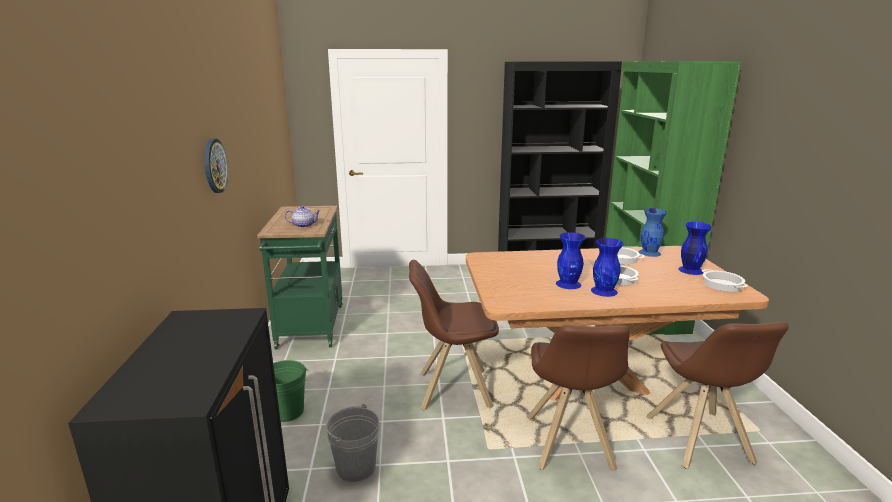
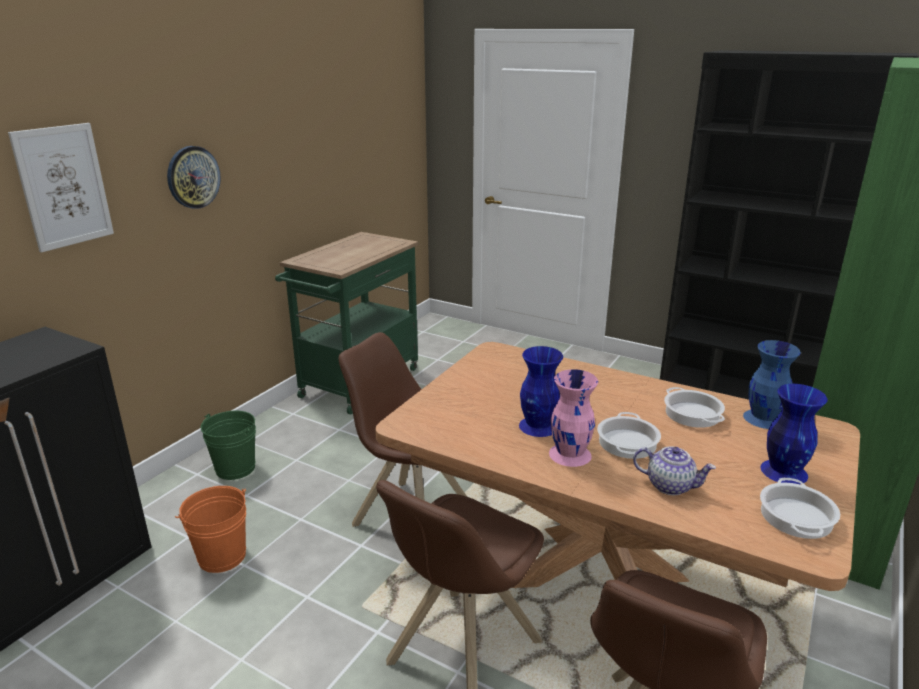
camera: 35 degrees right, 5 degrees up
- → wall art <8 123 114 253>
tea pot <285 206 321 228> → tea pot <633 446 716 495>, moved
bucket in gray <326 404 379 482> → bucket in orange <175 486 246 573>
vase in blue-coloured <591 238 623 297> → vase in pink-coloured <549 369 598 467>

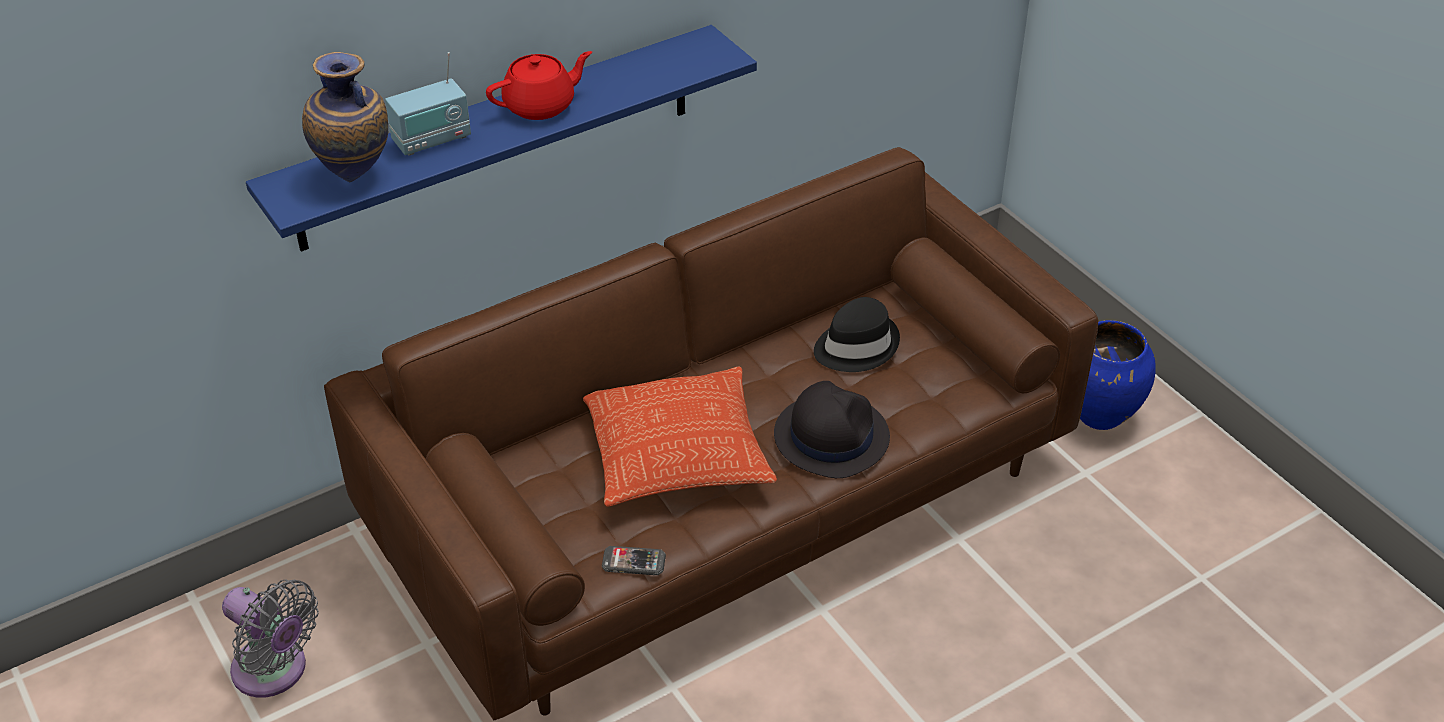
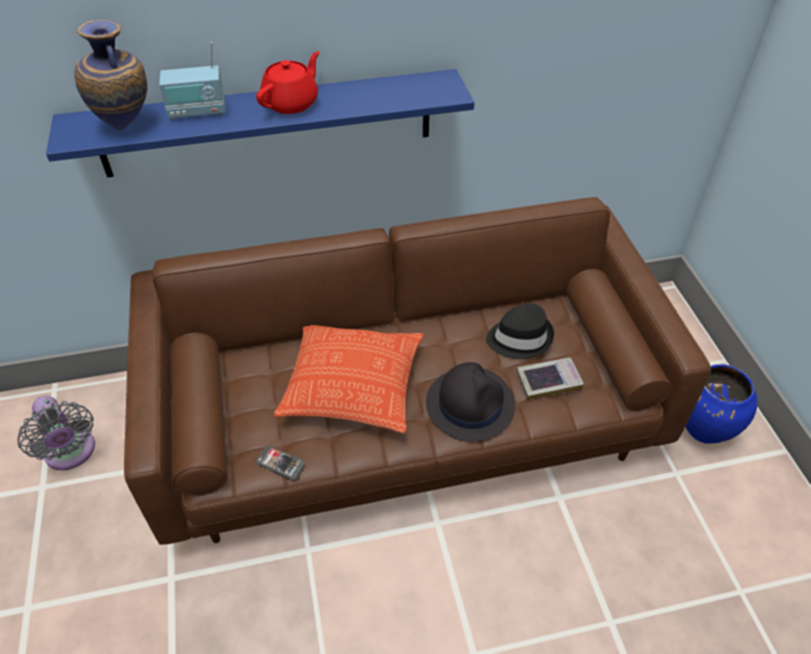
camera: 20 degrees right, 5 degrees up
- → volume <516 358 584 400>
tea pot in reddish <486 51 592 120> → tea pot in reddish <256 51 319 114>, 45 degrees counterclockwise

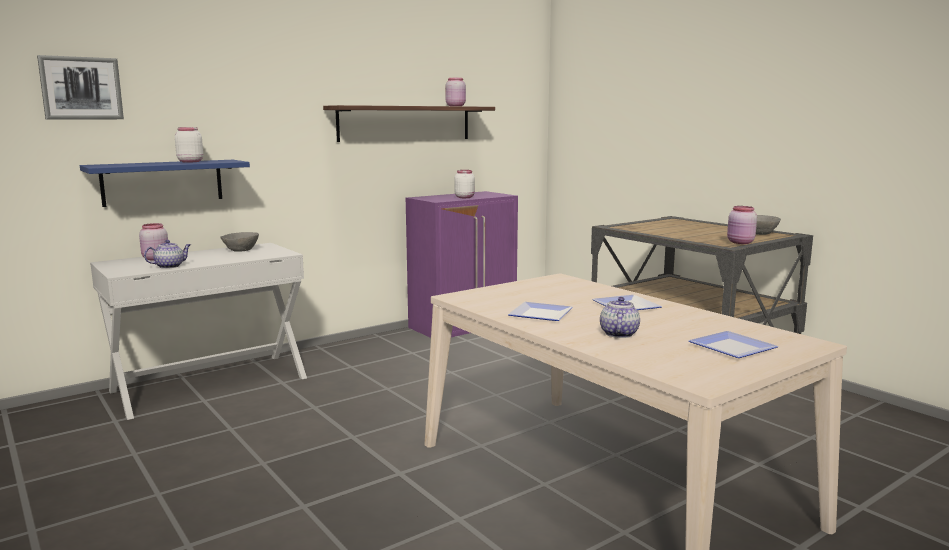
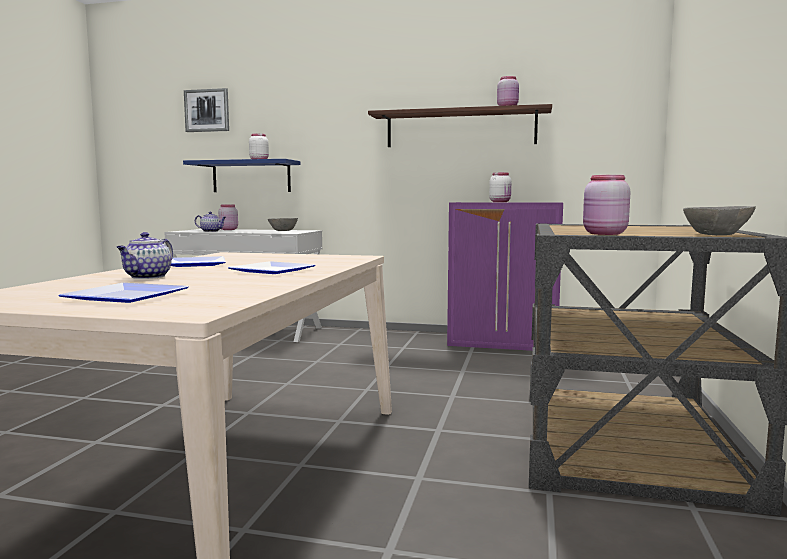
camera: 50 degrees right, 5 degrees down
tea pot <600 297 640 338> → tea pot <117 232 173 279>, 135 degrees clockwise

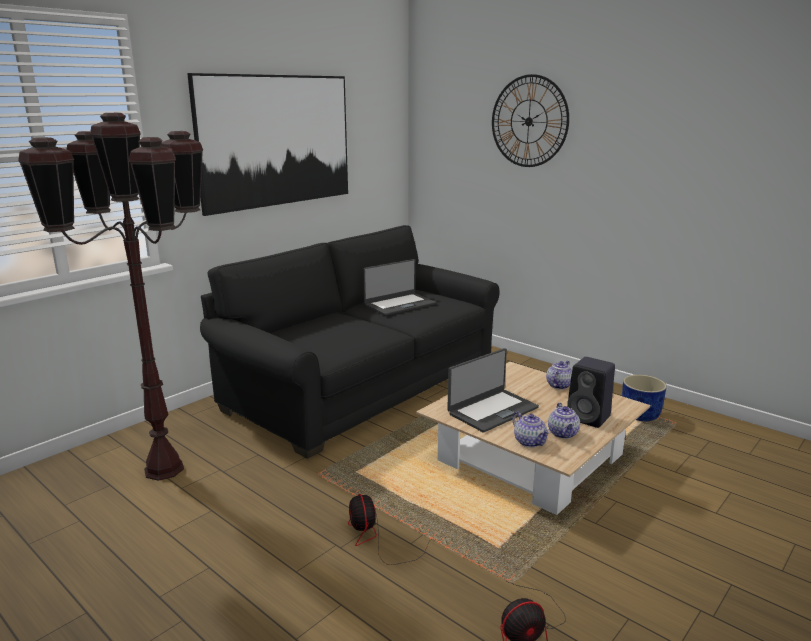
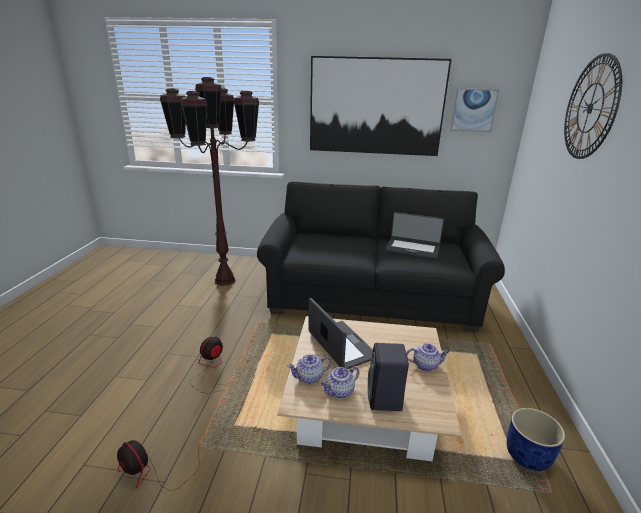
camera: 55 degrees right, 5 degrees up
- → wall art <450 88 499 132>
notebook computer <447 348 539 433> → notebook computer <308 298 373 369>, 135 degrees counterclockwise
tea pot <512 412 551 448> → tea pot <287 354 331 384>, 45 degrees clockwise

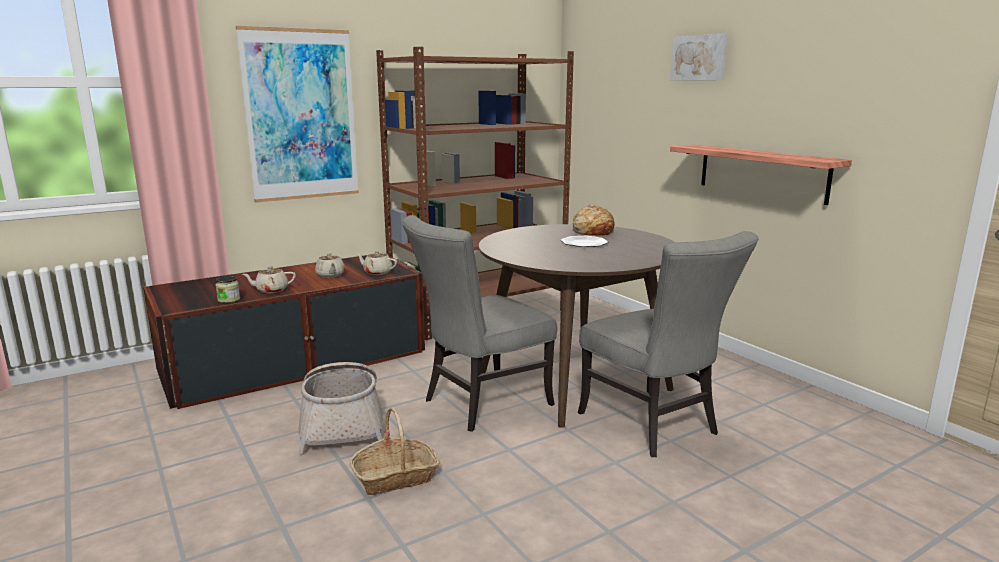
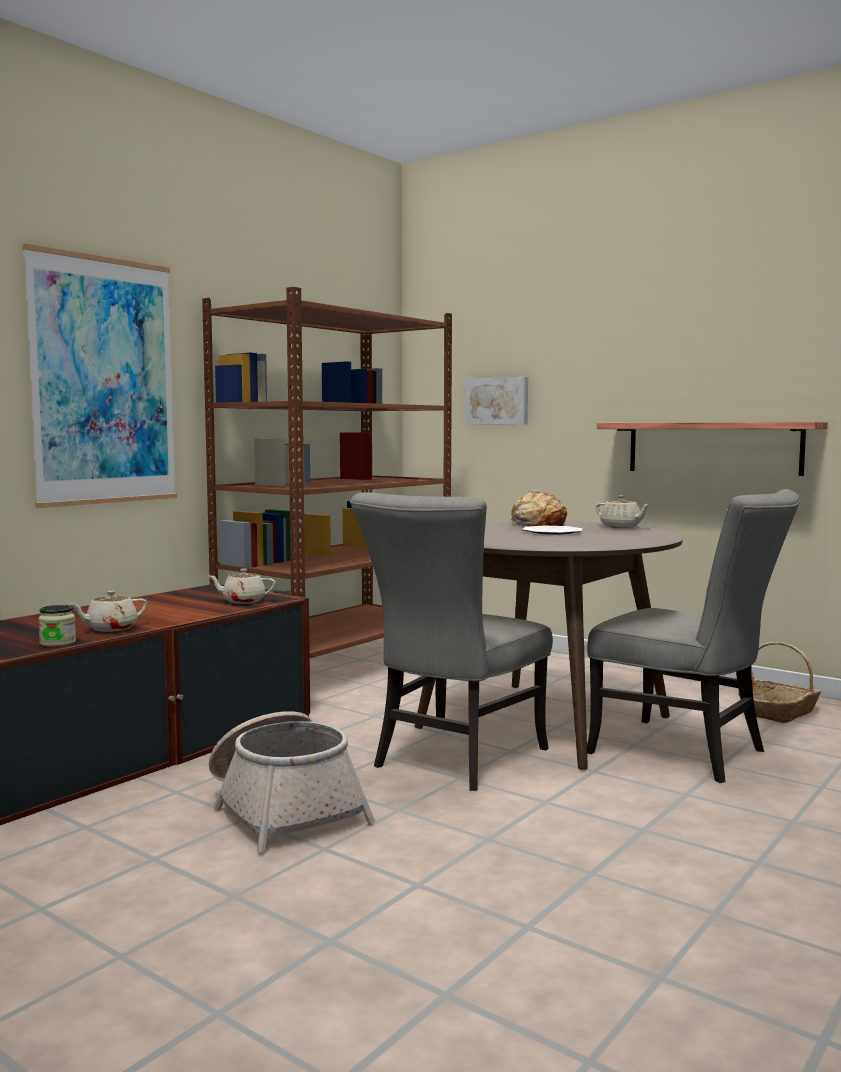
camera: 20 degrees left, 10 degrees down
tea pot in sand-coloured <315 253 345 278> → tea pot in sand-coloured <596 495 651 528>, moved
household basket <350 407 440 495> → household basket <738 642 821 723>, moved
wall art <670 34 728 80> → wall art <466 377 528 425>, moved

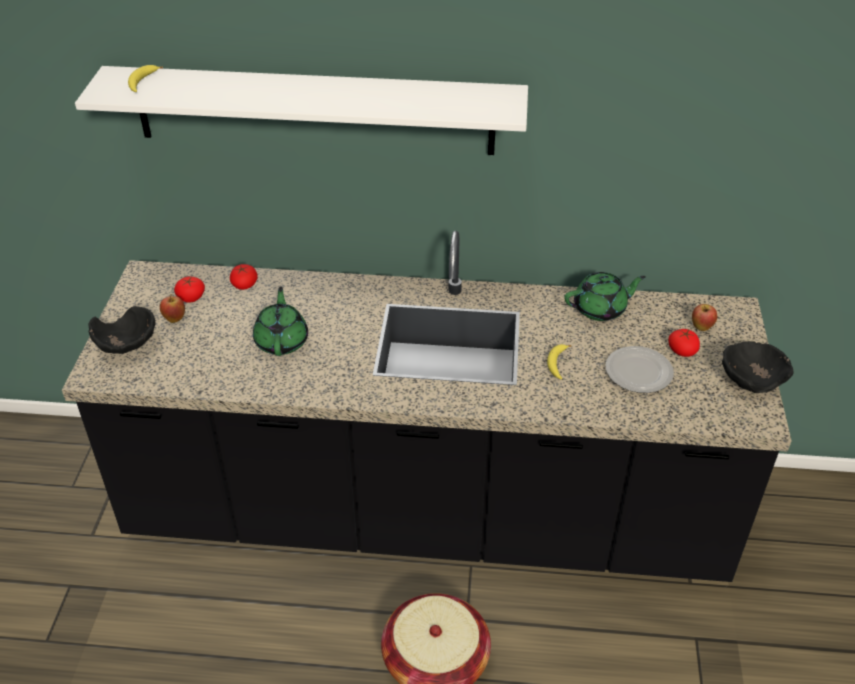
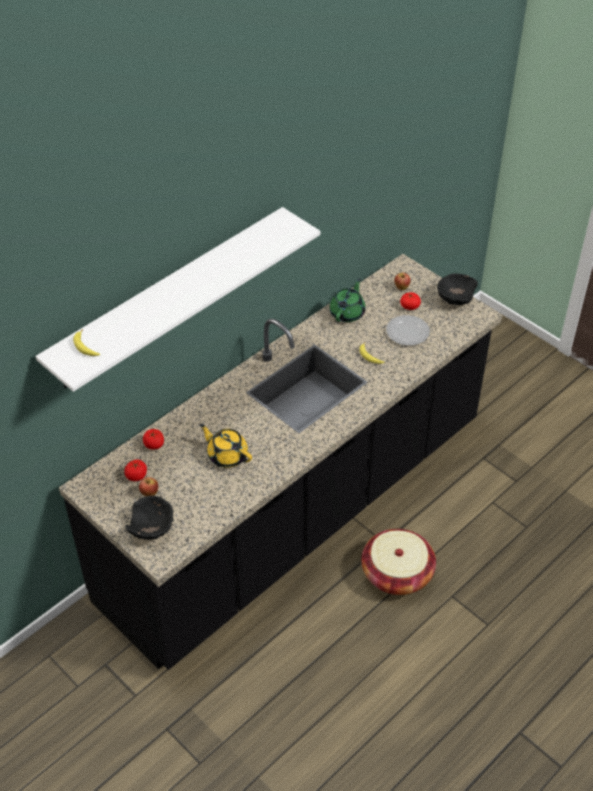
camera: 50 degrees left, 5 degrees up
tea pot in green <253 287 308 356> → tea pot in yellowish <200 424 252 468>

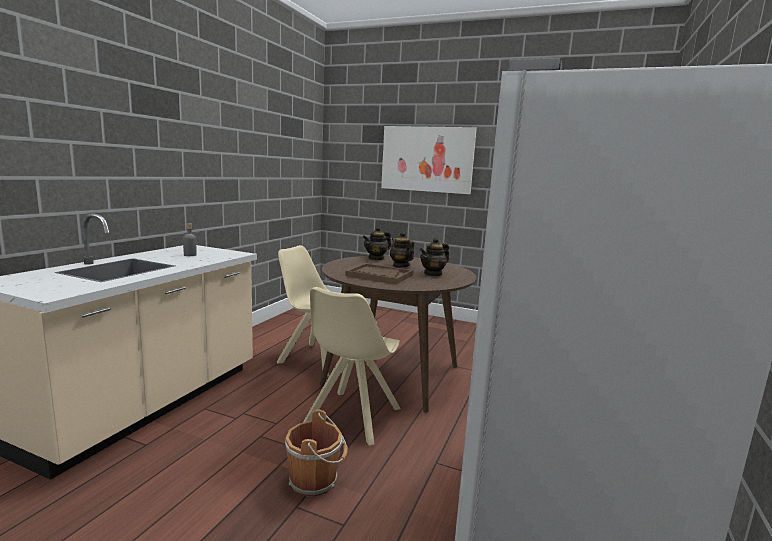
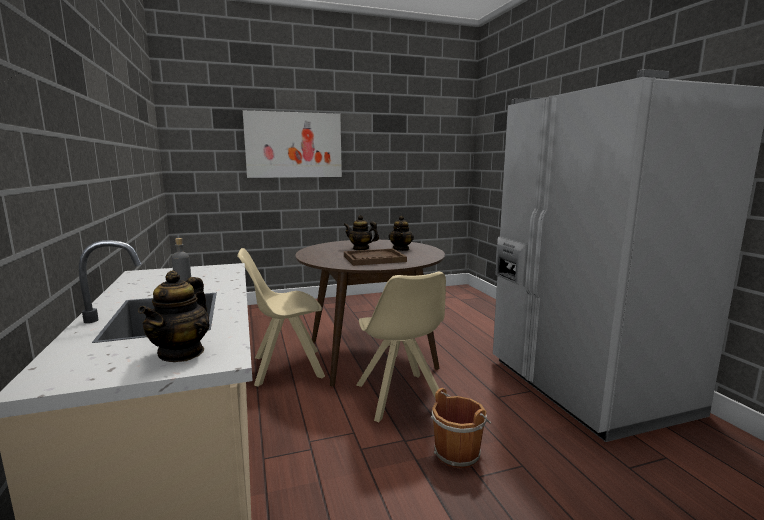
camera: 40 degrees left, 0 degrees up
tea pot <363 226 391 260> → tea pot <138 270 210 362>, moved

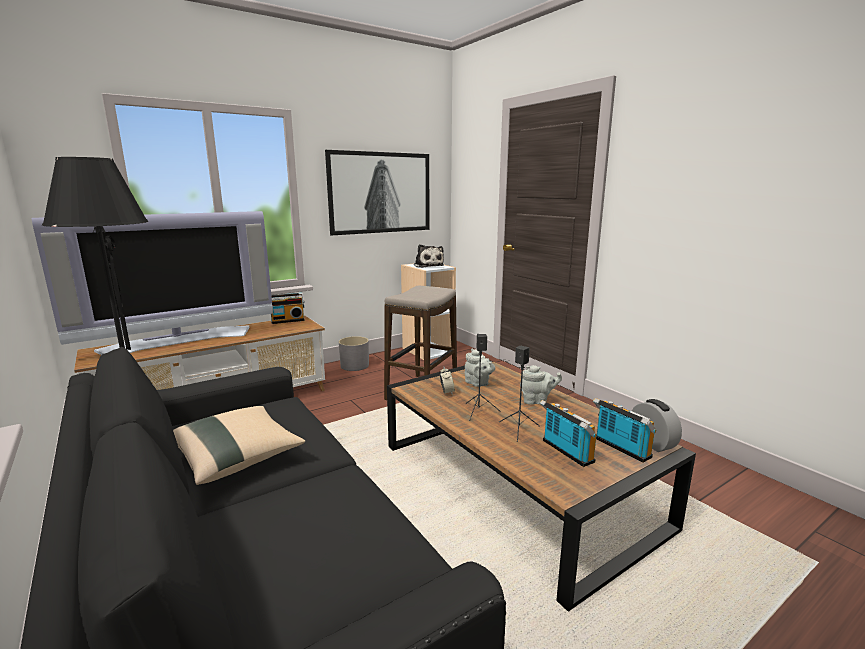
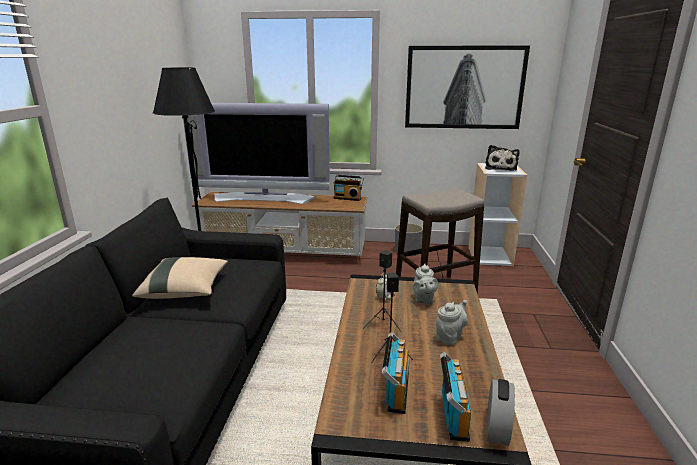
camera: 40 degrees right, 5 degrees up
tea pot in gray <520 365 562 405> → tea pot in gray <436 300 468 345>, 90 degrees counterclockwise

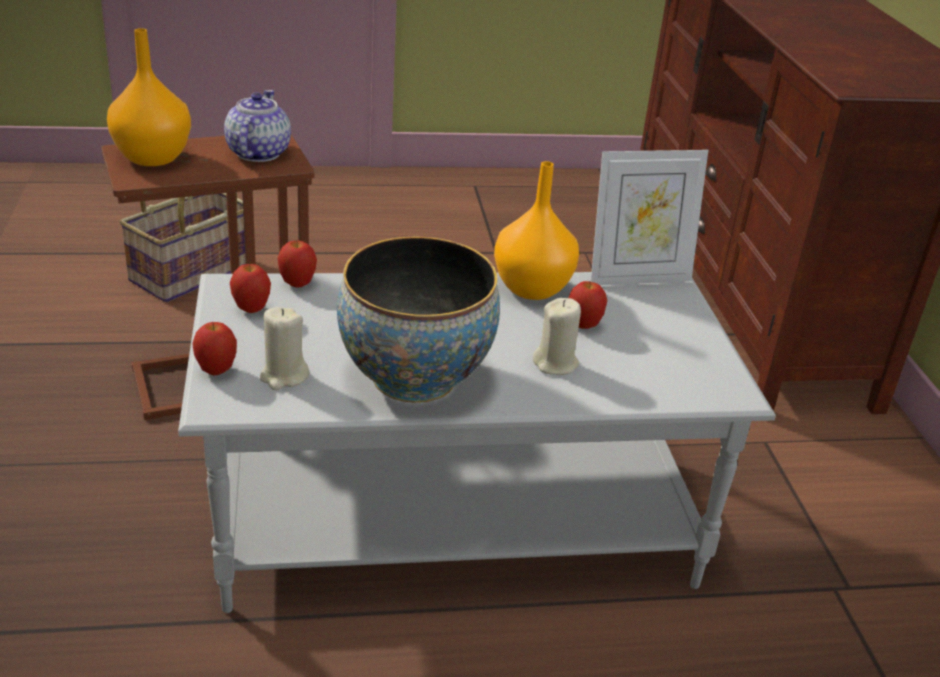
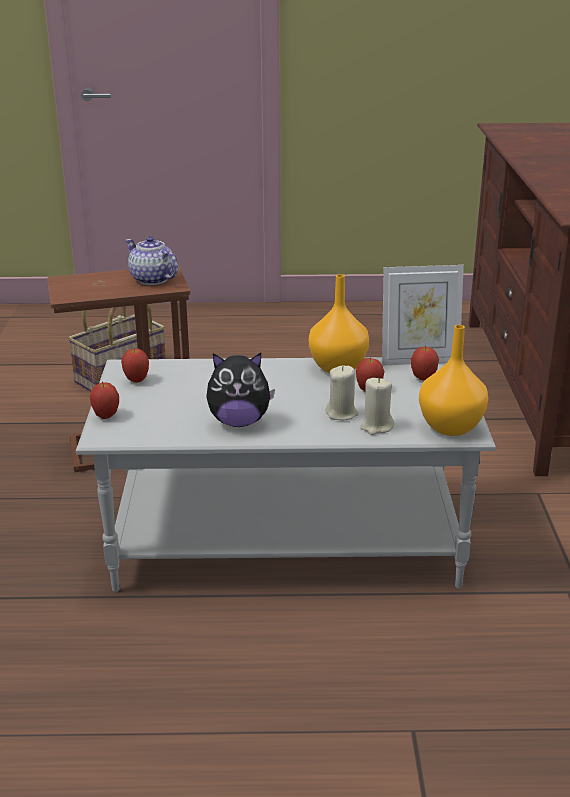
camera: 10 degrees right, 5 degrees down
vase in orange <107 28 191 166> → vase in orange <419 325 488 436>, moved
wax candle in sand-coloured <260 307 309 390> → wax candle in sand-coloured <360 378 394 435>, moved
apple <277 240 317 288> → apple <411 347 439 381>, moved
deep dish <337 237 500 403> → cuddly toy <206 353 275 427>
tea pot <224 90 291 162> → tea pot <126 236 178 285>, 60 degrees counterclockwise

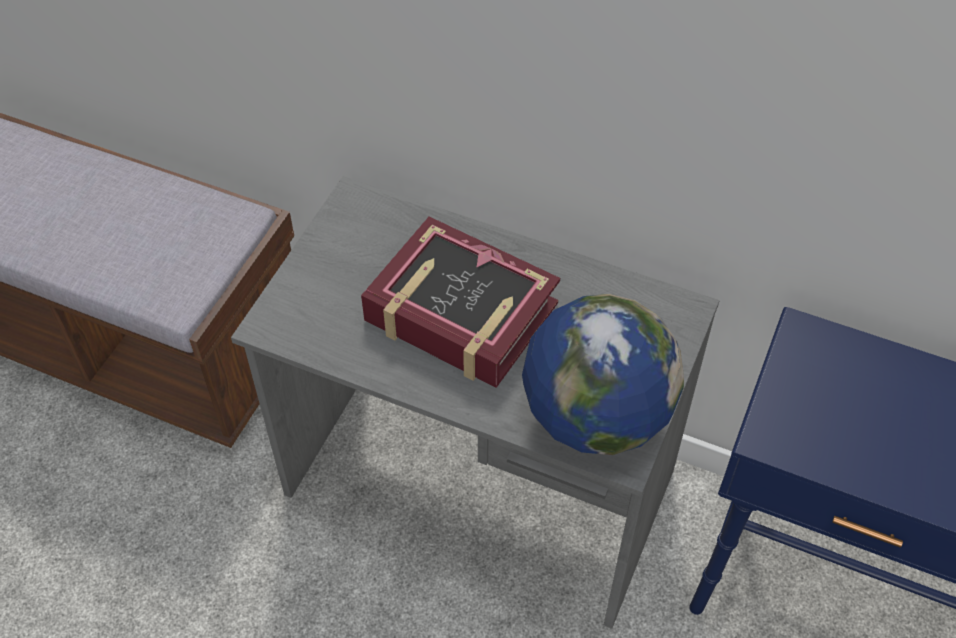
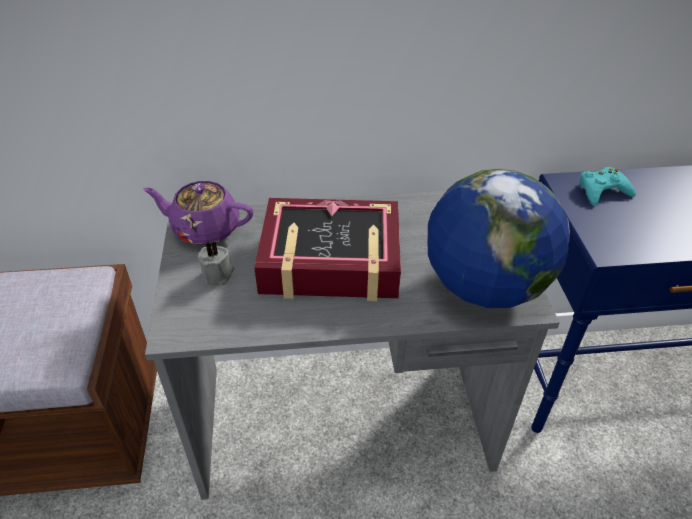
camera: 30 degrees left, 10 degrees down
- → tea pot in purple-coloured <143 181 253 245>
- → wax candle in gray <198 241 235 286>
- → joypad in turquoise <579 167 636 206>

